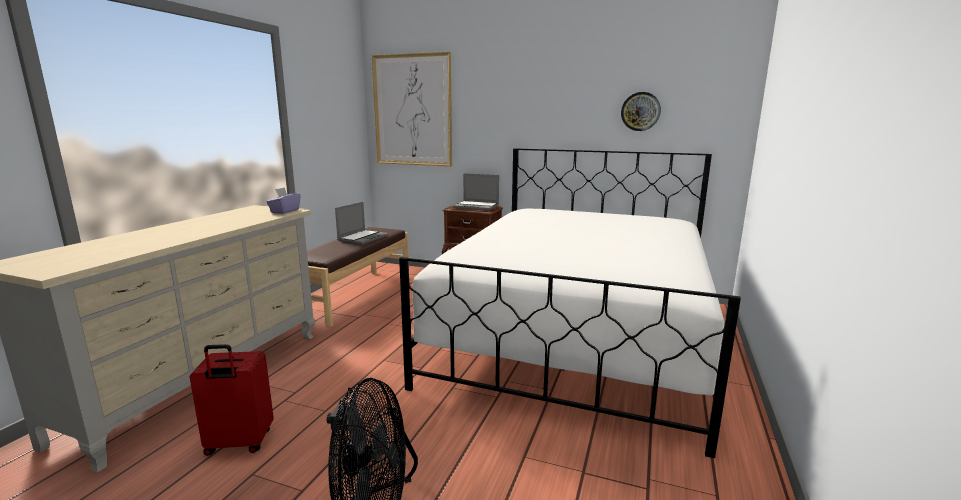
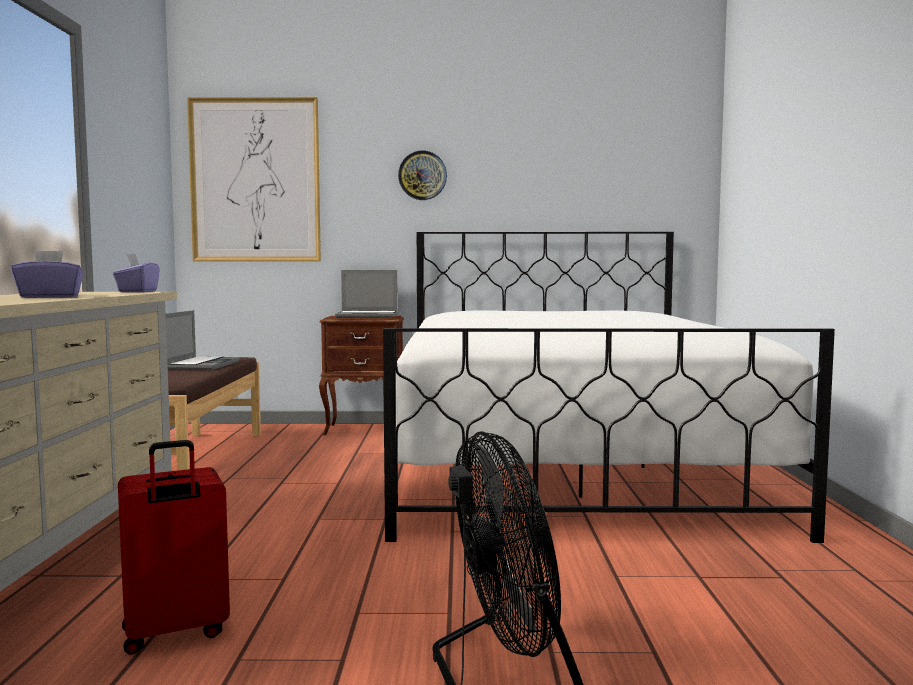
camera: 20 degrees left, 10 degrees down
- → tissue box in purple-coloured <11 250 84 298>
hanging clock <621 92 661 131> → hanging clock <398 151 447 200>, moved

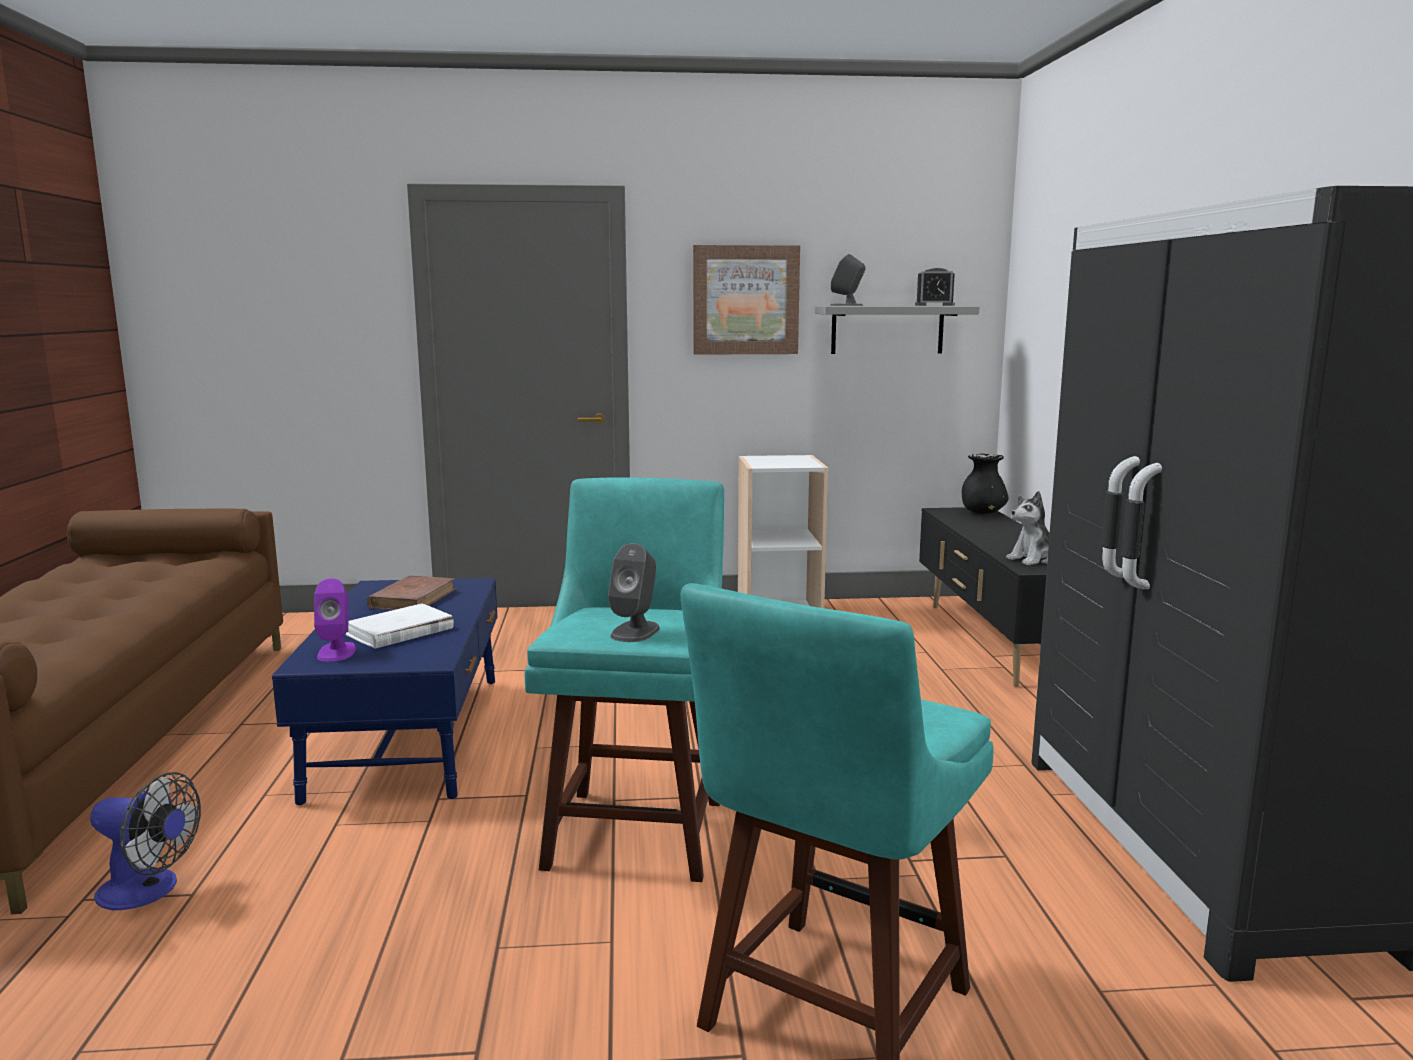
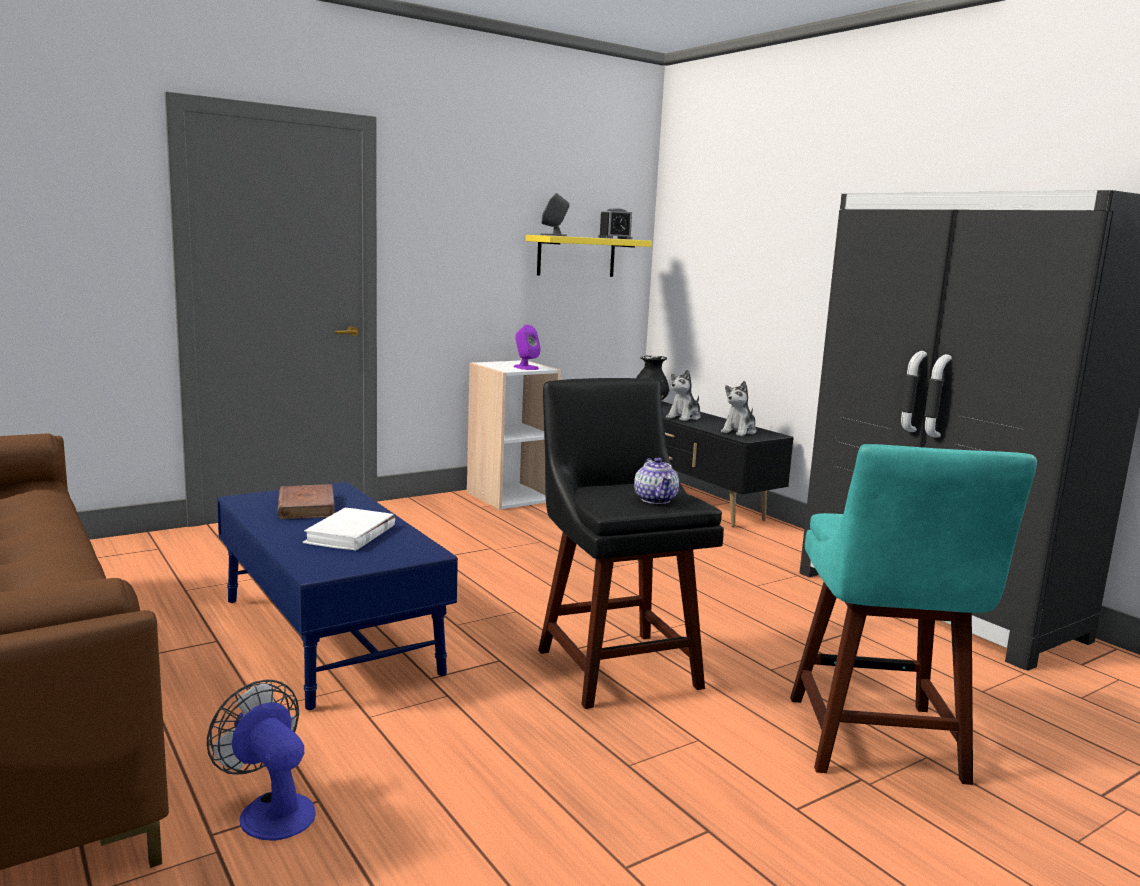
camera: 30 degrees left, 0 degrees up
wall art <693 245 800 355> → -
- → cuddly toy <666 370 700 421>
loudspeaker in purple-coloured <314 578 356 662> → loudspeaker in purple-coloured <514 325 541 370>, moved
loudspeaker in gray <608 543 659 642> → tea pot <634 457 679 504>
stool in turquoise <525 477 724 882> → stool in black <538 378 724 709>
wall shelf in gray <815 306 979 354> → wall shelf in yellowish <526 235 652 277>
electric fan <90 772 201 910> → electric fan <207 680 316 841>, 120 degrees counterclockwise

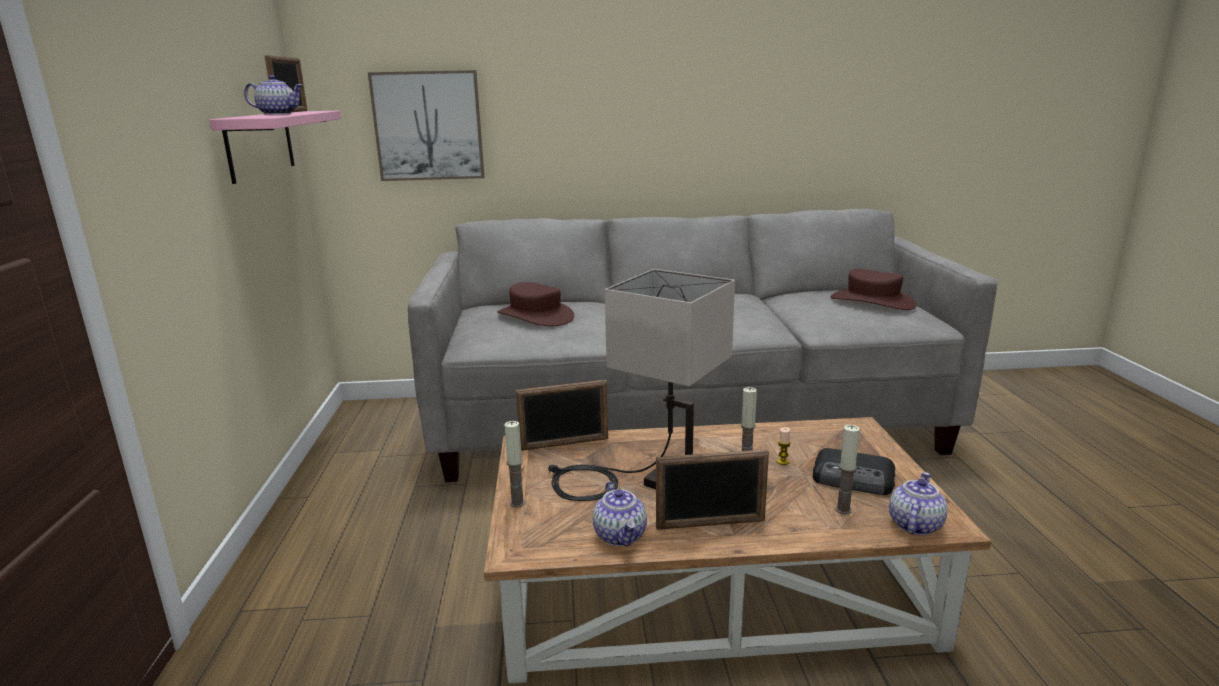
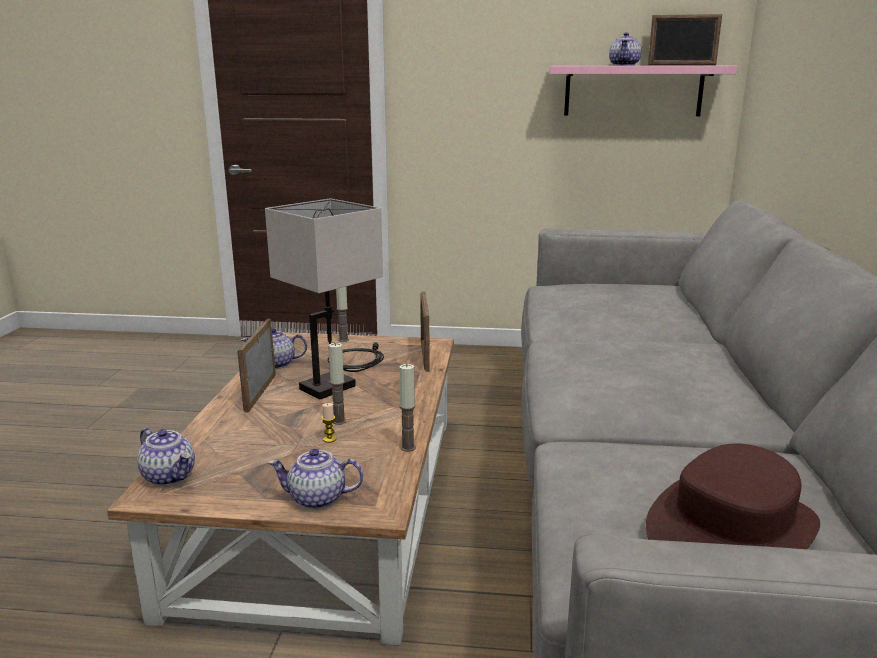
camera: 100 degrees right, 0 degrees up
wall art <368 70 484 181> → -
clothing hat in brownish <497 282 574 326> → -
radio set <813 448 895 495> → -
- → tea pot <268 448 363 509>
wax candle <835 425 860 514> → wax candle <399 364 416 452>, moved

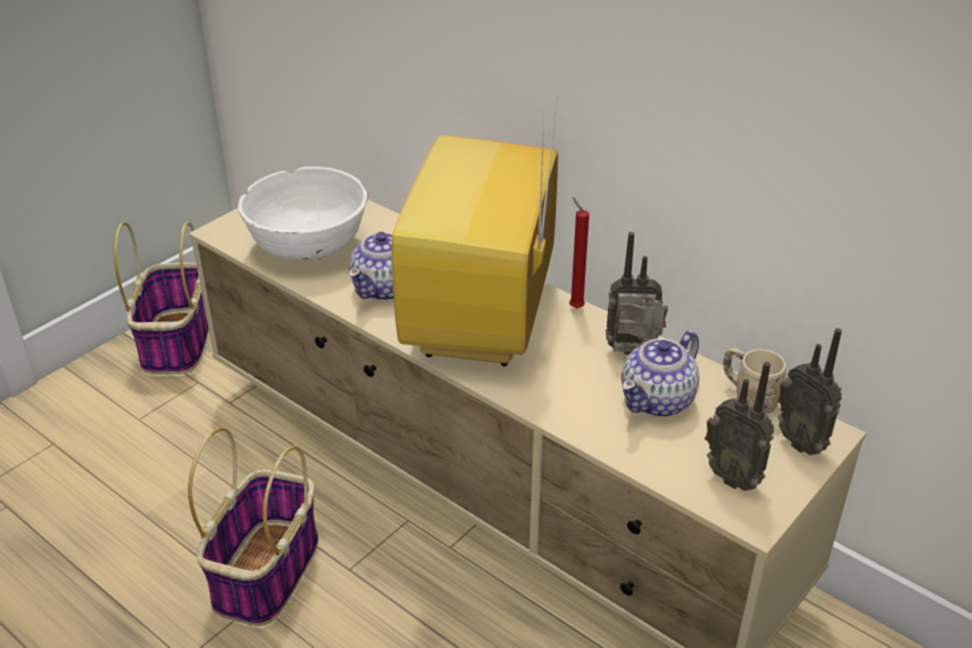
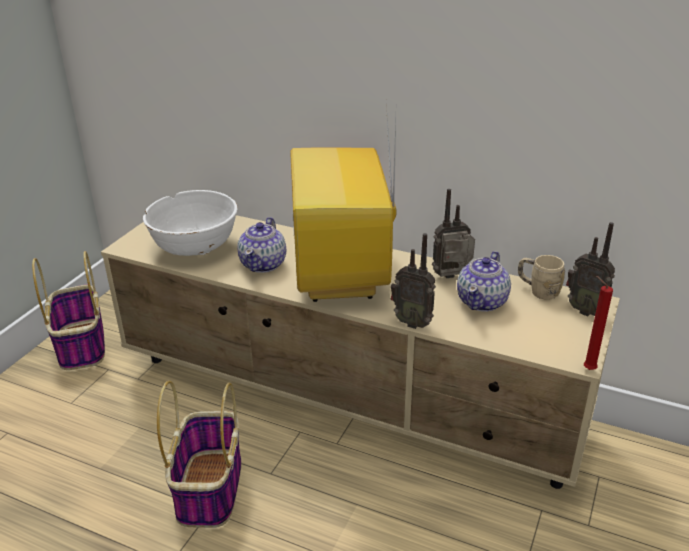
camera: 15 degrees left, 5 degrees down
wax candle in reddish <569 197 589 308> → wax candle in reddish <584 276 613 370>, moved
radio set <705 362 774 491> → radio set <391 233 436 329>, moved

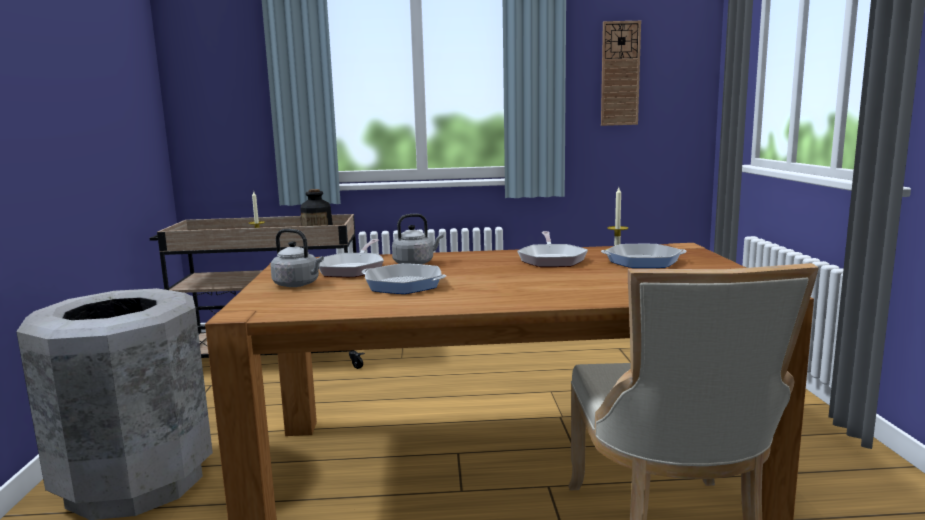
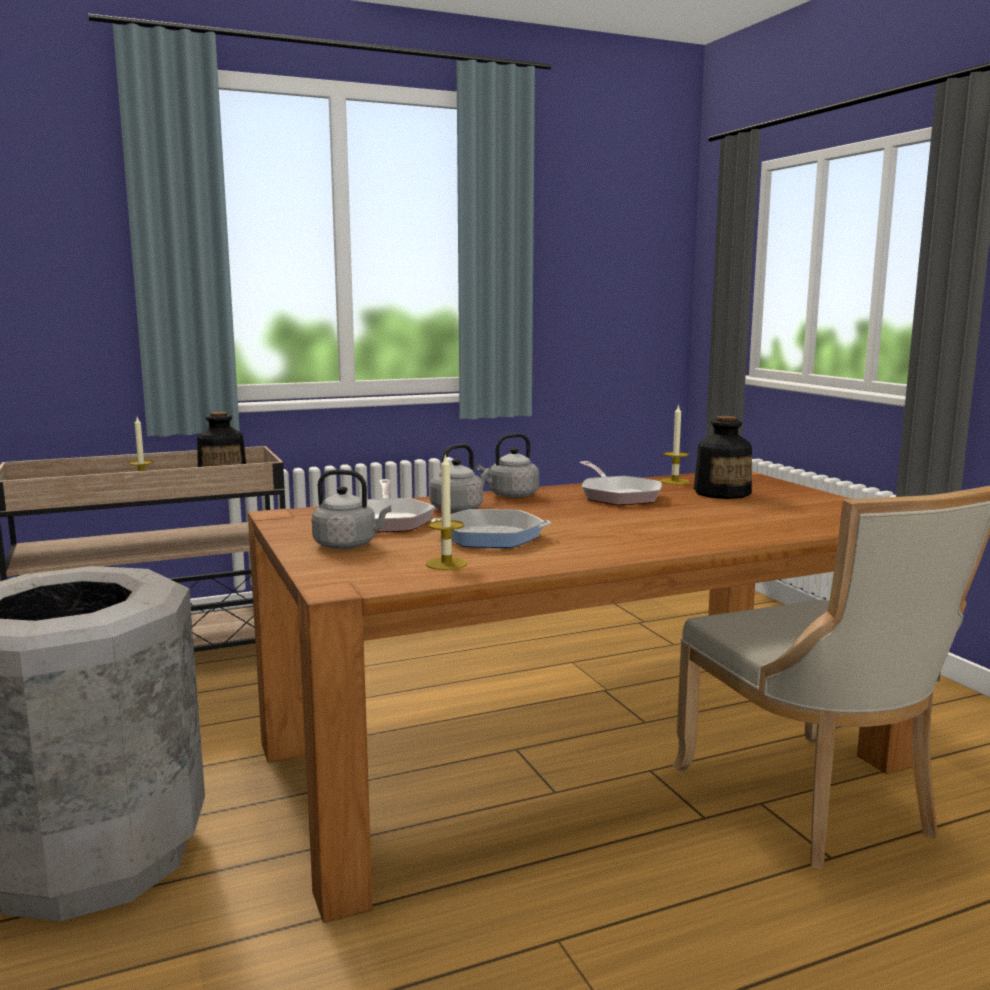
camera: 20 degrees left, 0 degrees up
hanging clock <601 21 641 126> → -
- → wax candle <426 453 467 570>
- → tea kettle in gray <476 433 539 498>
frying pan <601 244 687 268> → drink bottle <694 416 752 499>

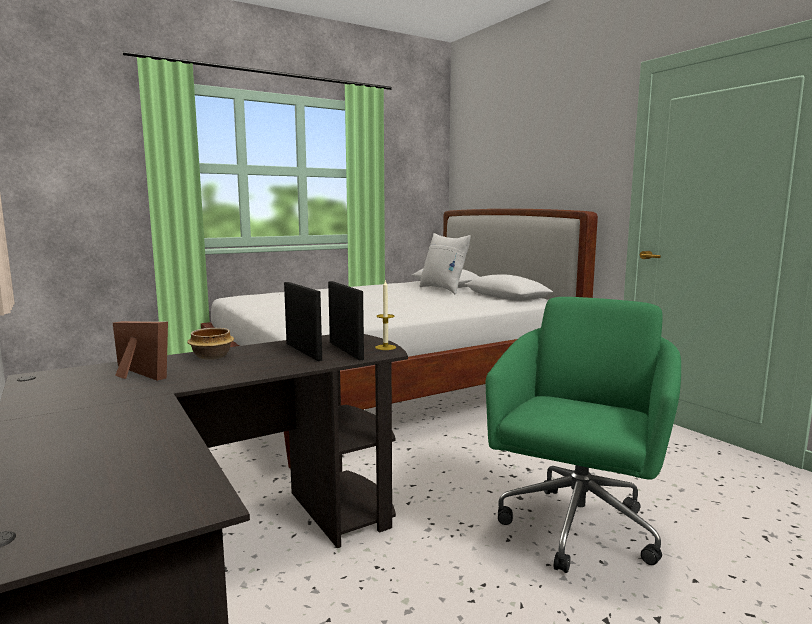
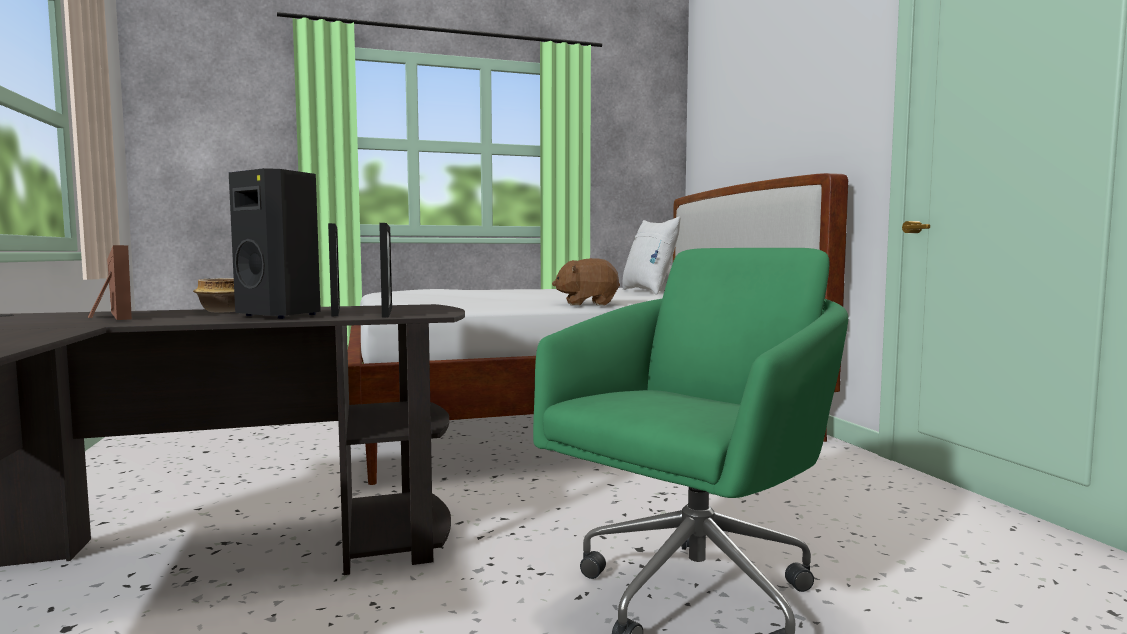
camera: 15 degrees right, 5 degrees down
wax candle <375 281 396 350> → -
- → loudspeaker in black <229 168 321 319>
- → cuddly toy in brownish <552 258 620 306>

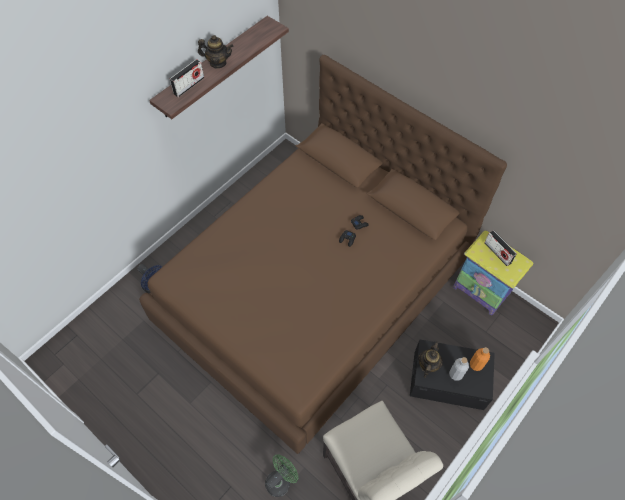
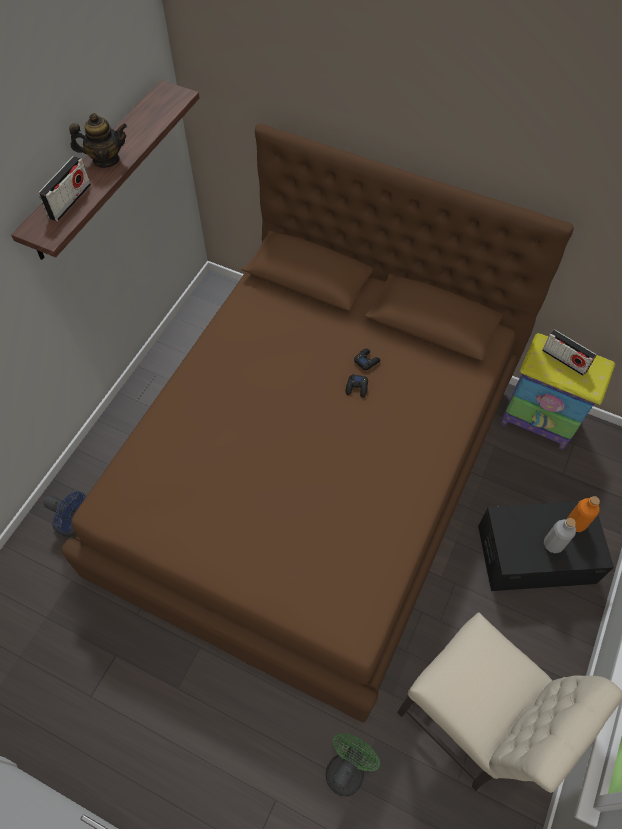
camera: 15 degrees left, 0 degrees up
tea pot <418 341 443 378> → -

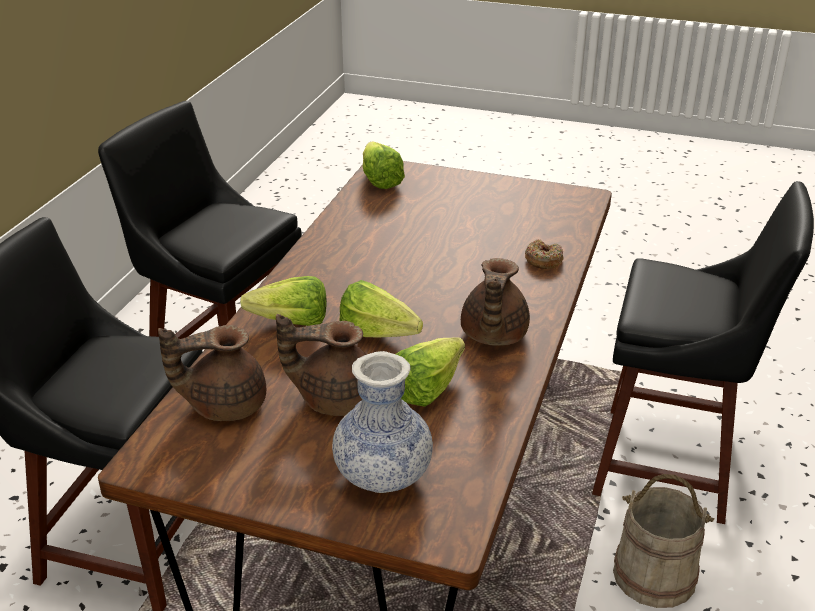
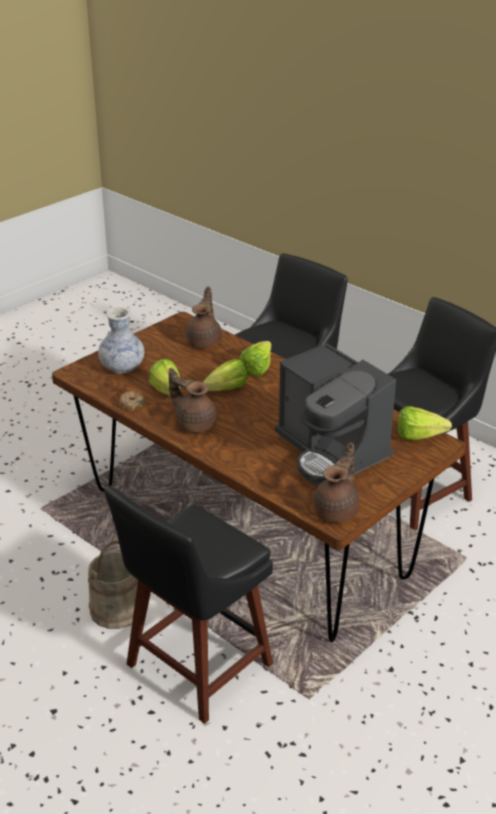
camera: 115 degrees right, 0 degrees up
- → coffee machine <275 343 396 485>
tea pot in brownish <276 314 366 416> → tea pot in brownish <313 442 360 523>, moved
ring doughnut <525 239 564 269> → ring doughnut <119 391 145 411>, moved

